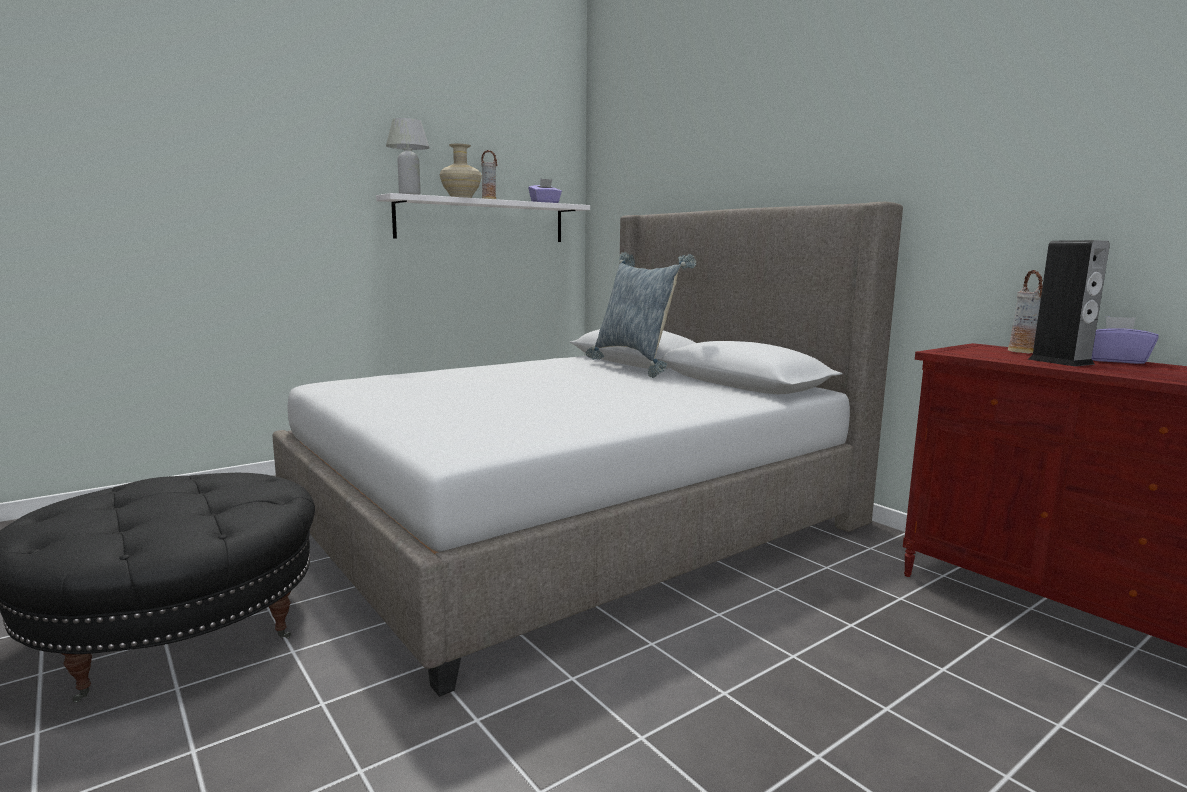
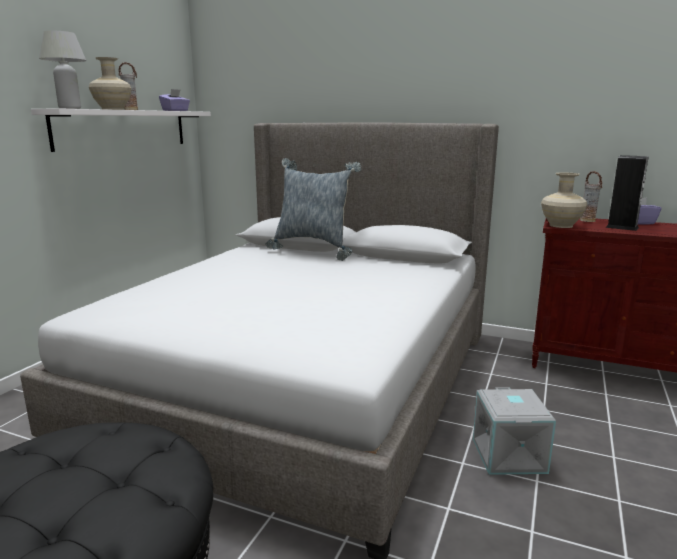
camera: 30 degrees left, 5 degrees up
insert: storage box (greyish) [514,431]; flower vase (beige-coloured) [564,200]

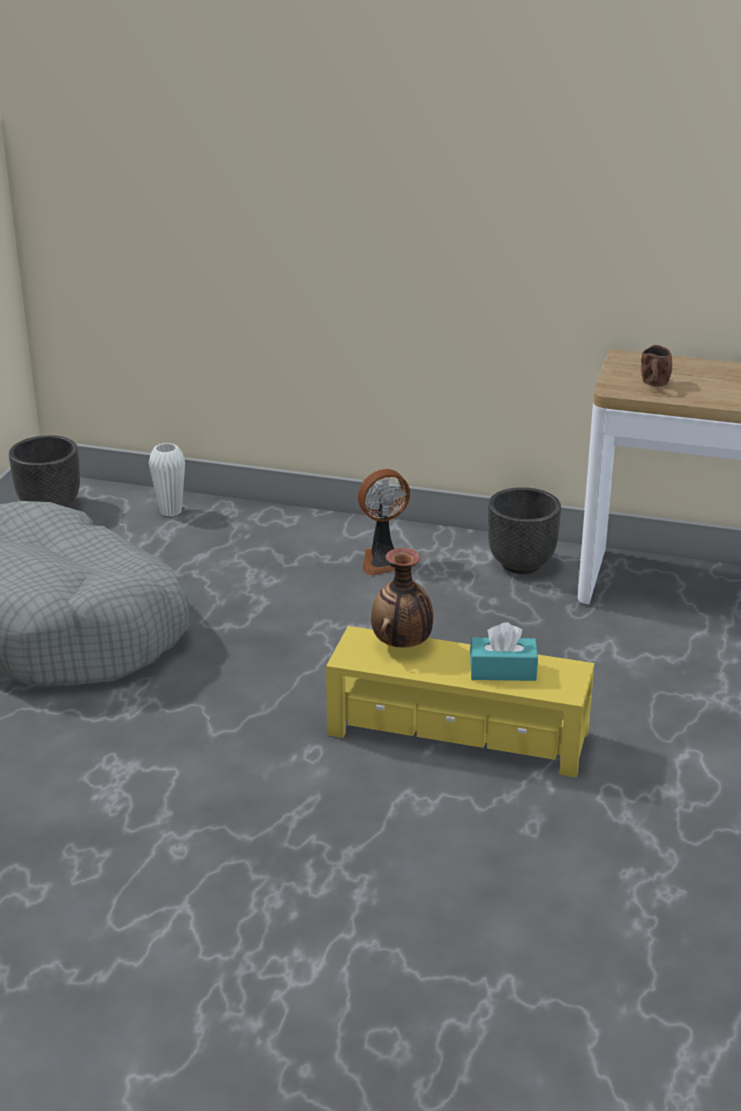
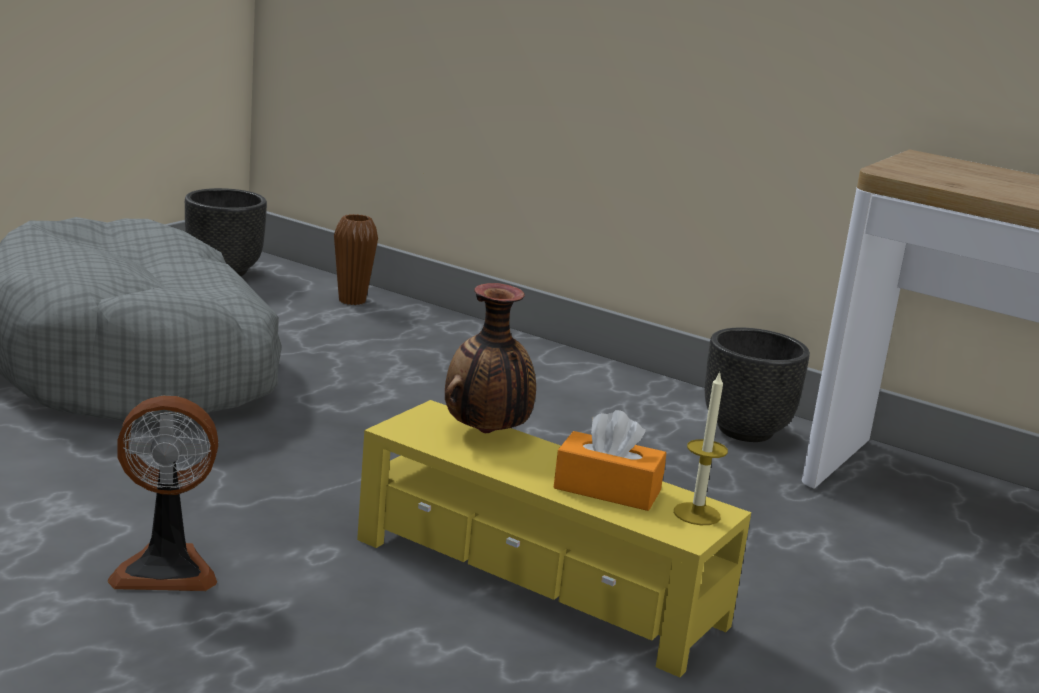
camera: 15 degrees right, 10 degrees down
delete: coffee mug (brown-coloured) [656,365]
insert: wax light [701,448]
move: electric fan [387,522] to [163,493]
recolor: flower vase (white) [167,480] to flower vase (brown-coloured) [356,259]; box of tissues (turquoise) [504,651] to box of tissues (orangey) [610,460]

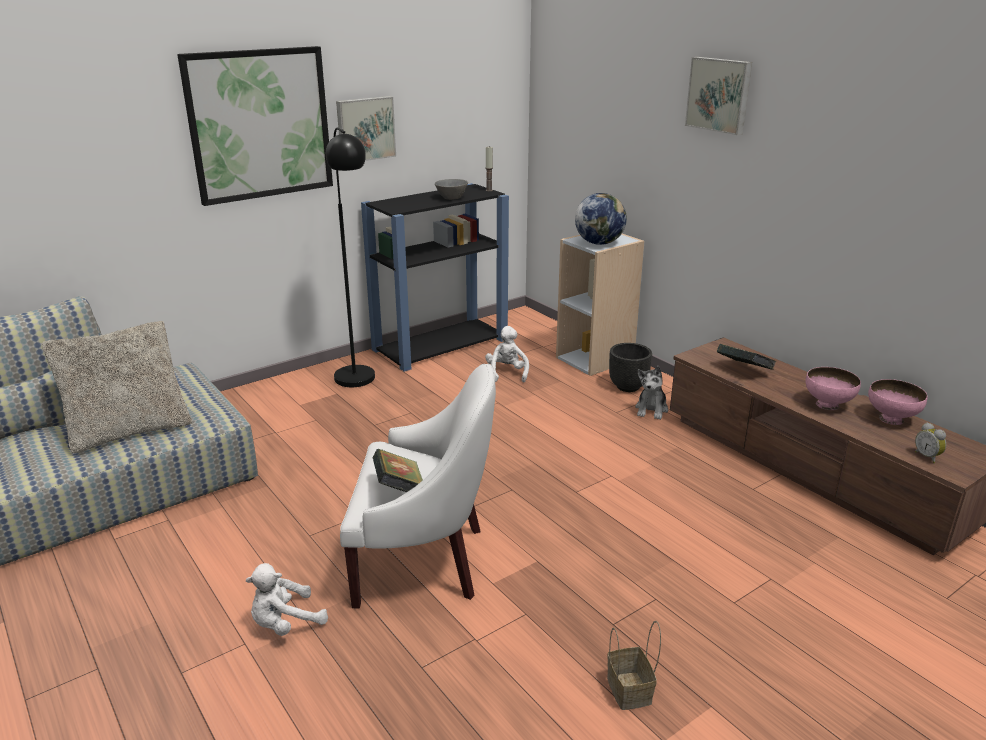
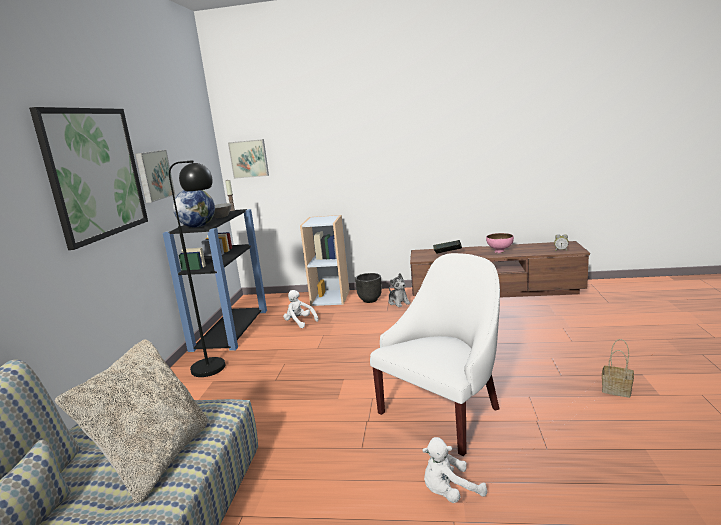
camera: 45 degrees left, 10 degrees down
delete: bound book [398,470]; bowl (pinkish) [897,402]
move: globe [601,219] to [194,208]; wall art [718,96] to [248,159]
rotate: cuddly toy (white) [287,599] = [454,470] 60 degrees clockwise

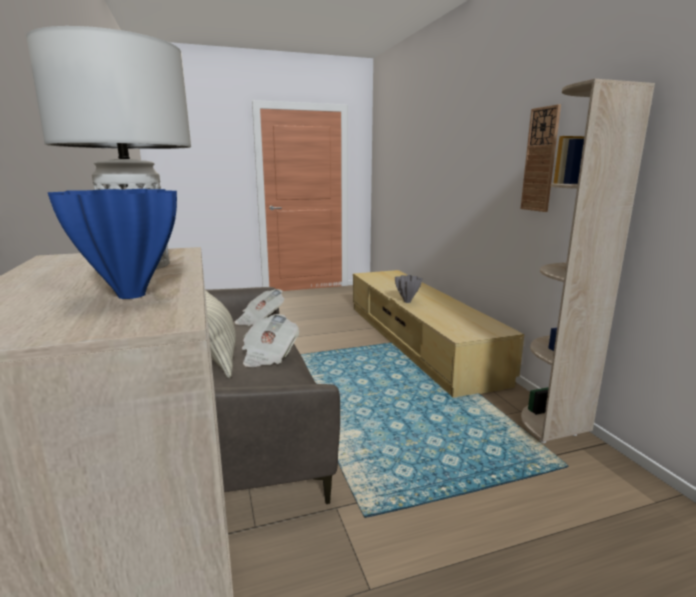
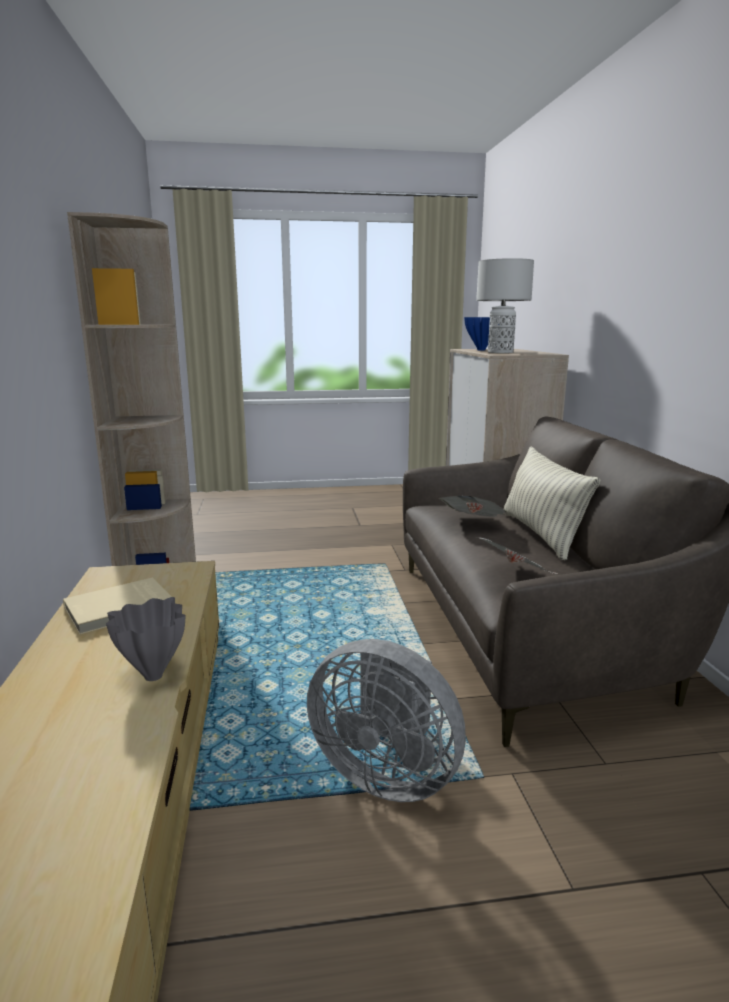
camera: 170 degrees left, 0 degrees up
delete: hanging clock [541,158]
insert: bound book (beige-coloured) [117,606]; electric fan (greyish) [386,720]

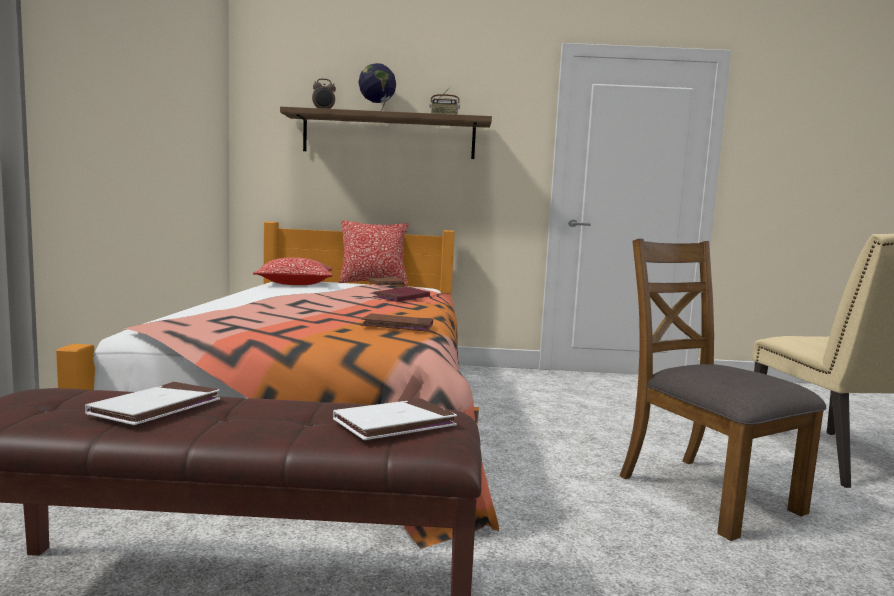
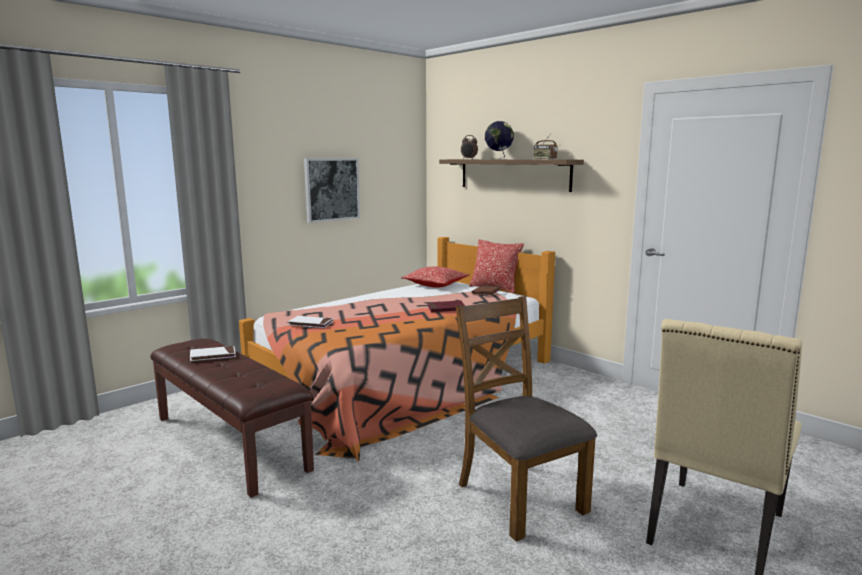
camera: 45 degrees right, 5 degrees up
delete: bound book (brown-coloured) [397,322]
insert: wall art [332,190]
move: bound book (white) [395,419] to [310,322]
rotate: upright chair (brown-coloured) [723,390] = [526,419] 45 degrees counterclockwise

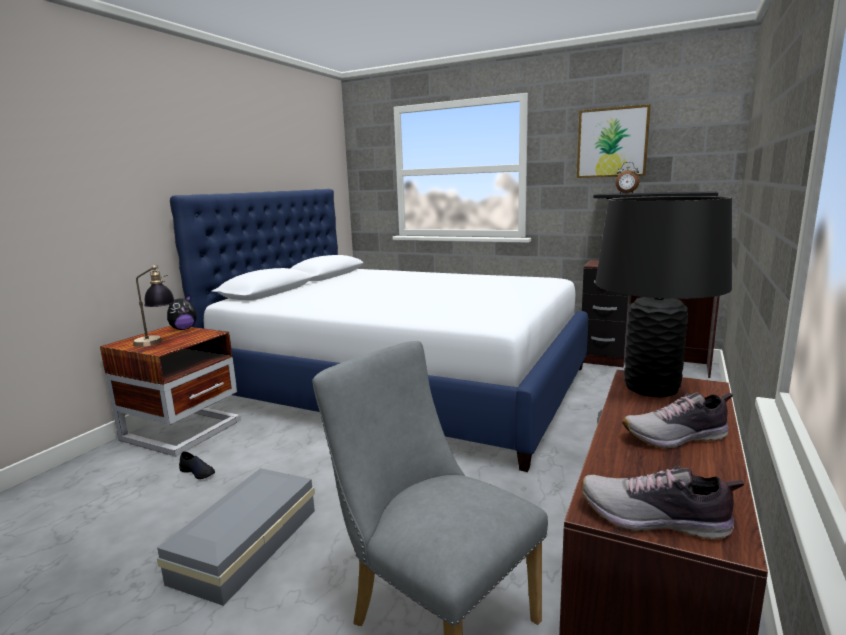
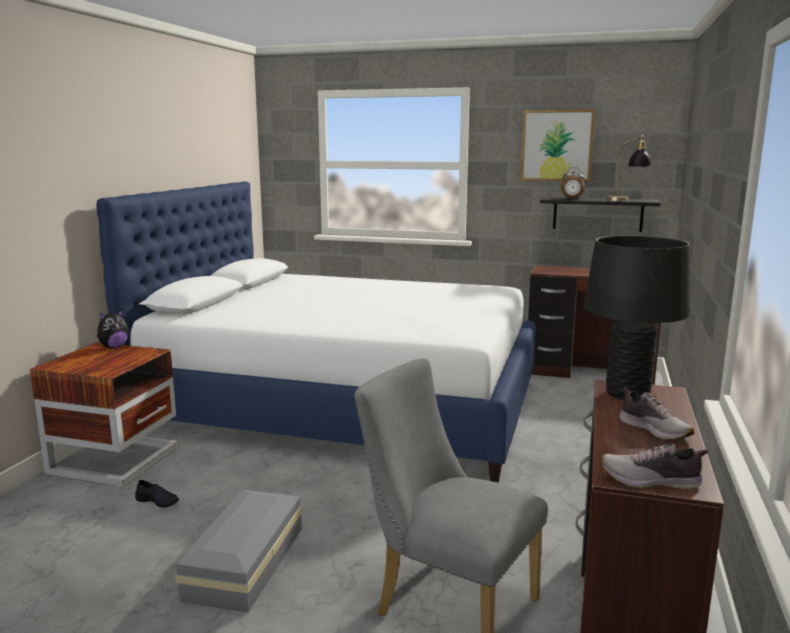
camera: 10 degrees left, 0 degrees up
move: lamp for a table [154,306] to [629,168]
rotate: low shoe [677,420] = [657,413] 105 degrees counterclockwise

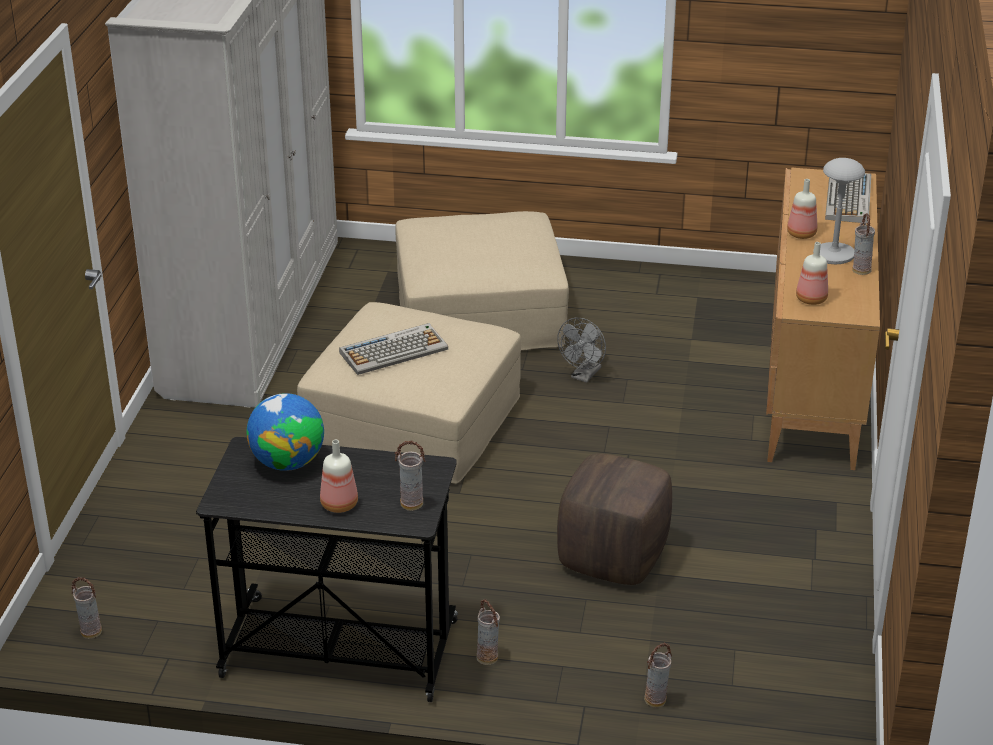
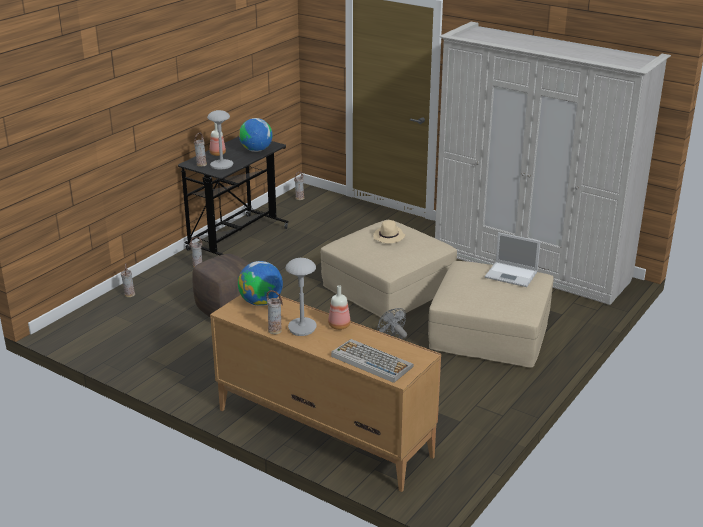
camera: 115 degrees right, 5 degrees down
insert: lamp for a table (greyish) [220,140]; notebook computer [513,259]
replace: PC keyboard [393,349] to hat (beige-coloured) [389,231]; bottle [812,273] to globe [260,283]

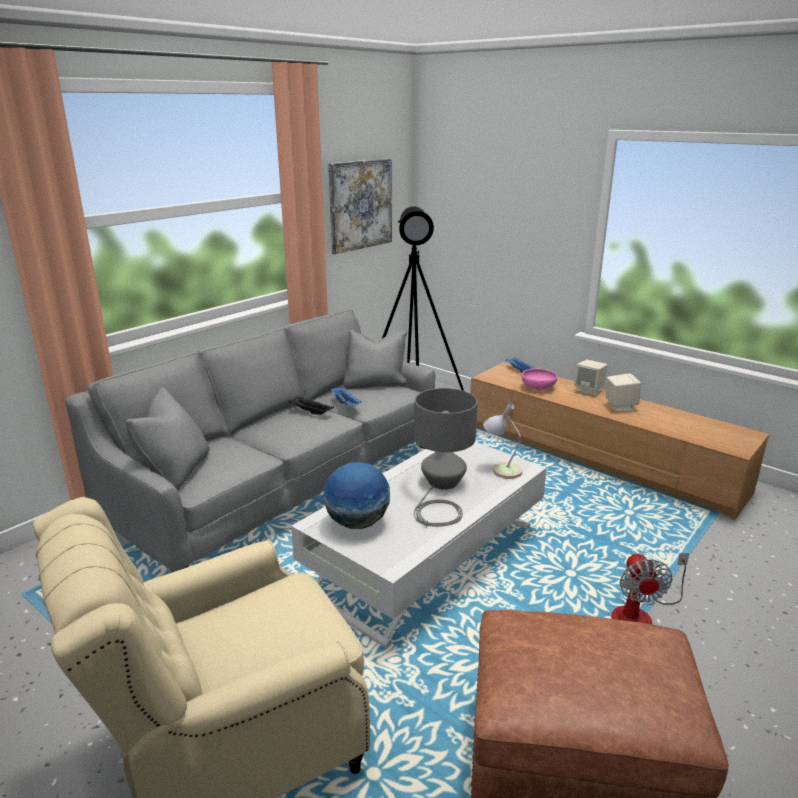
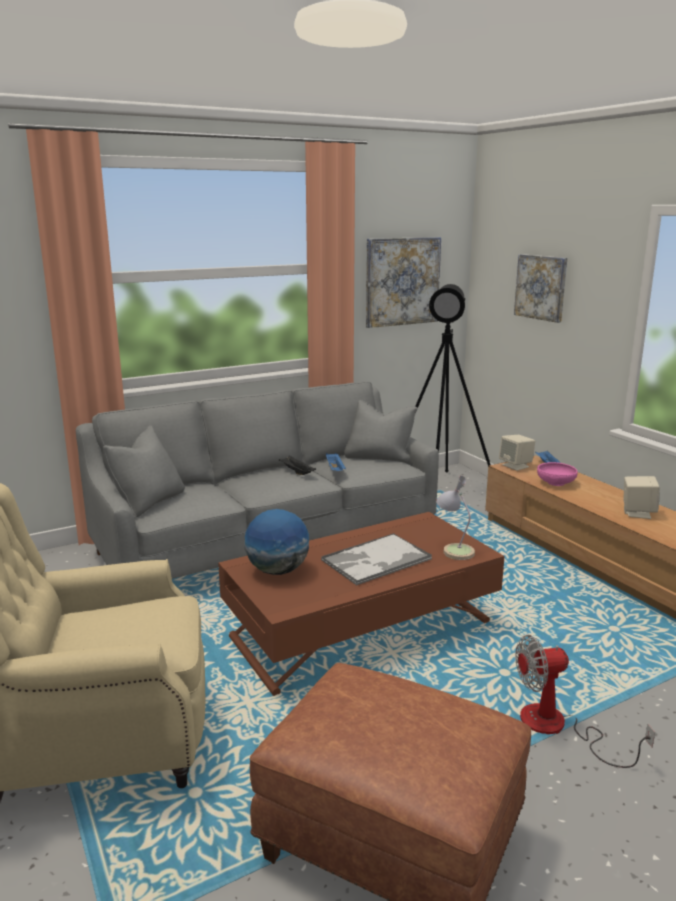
camera: 20 degrees right, 5 degrees down
insert: wall art [541,288]
move: audio speaker (beige-coloured) [591,378] to [517,453]
replace: lamp for a table (greyish) [446,457] to carrying tray [376,559]
recolor: lounge table (white) [419,545] to lounge table (brown-coloured) [361,604]
rotate: electric fan [650,588] = [585,701] 60 degrees clockwise

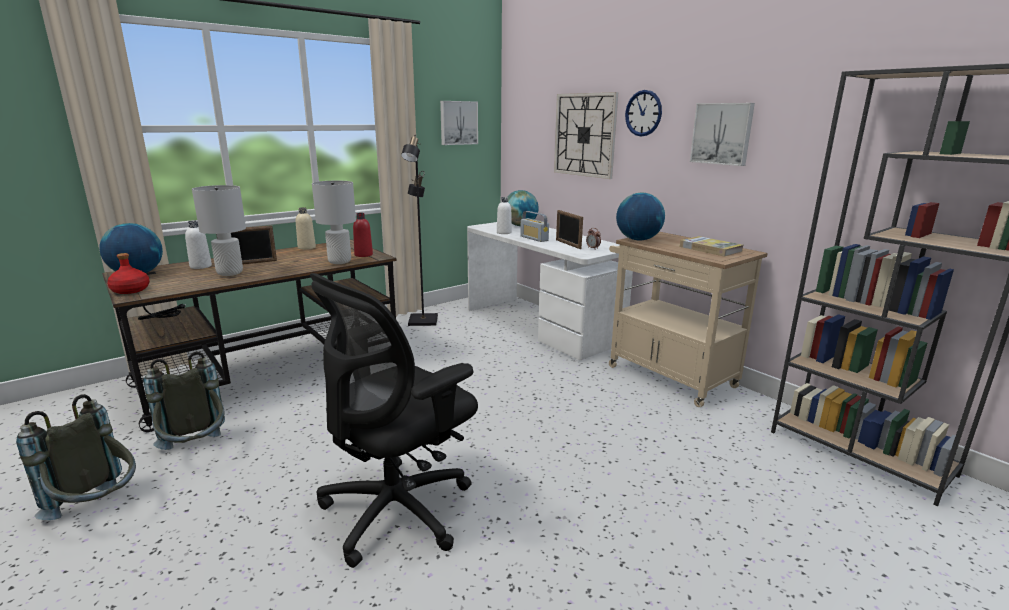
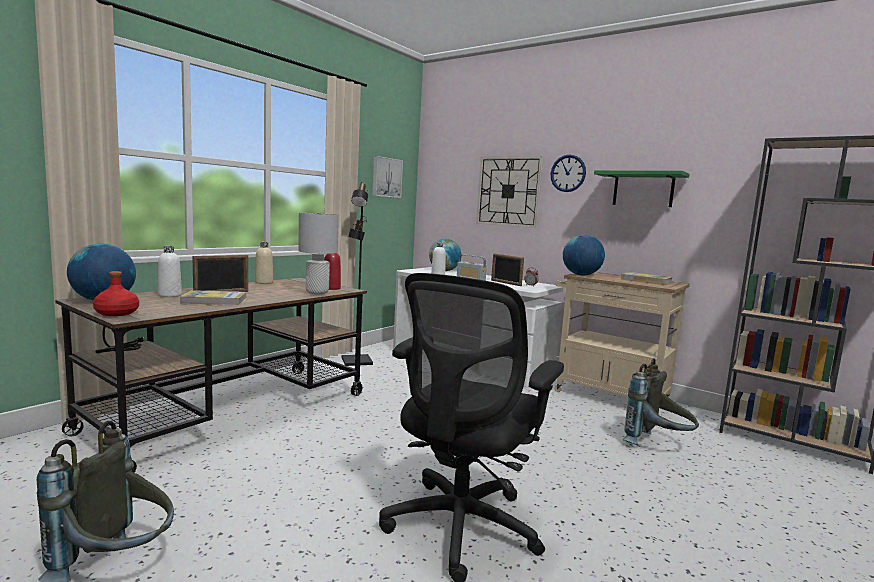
camera: 15 degrees left, 10 degrees down
move: backpack (greyish) [184,401] to [660,401]
replace: lamp for a table (greyish) [219,230] to bound book [213,298]; wall art [722,134] to bracket shelf (greenish) [642,188]

